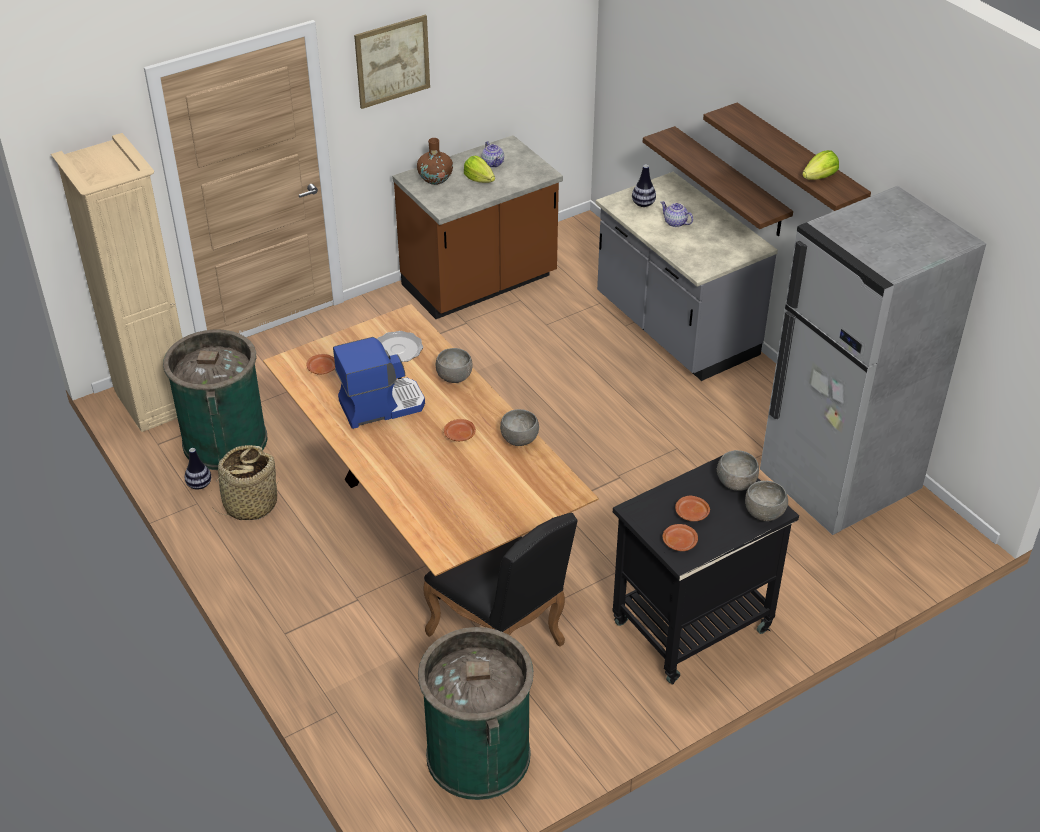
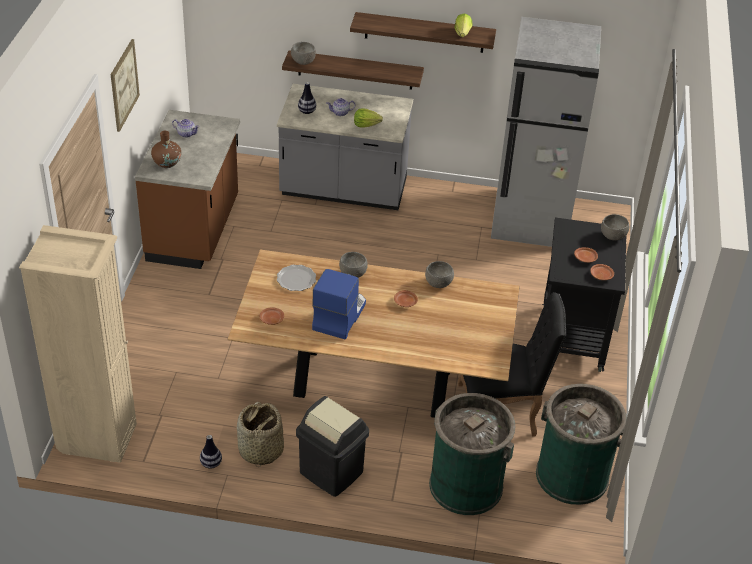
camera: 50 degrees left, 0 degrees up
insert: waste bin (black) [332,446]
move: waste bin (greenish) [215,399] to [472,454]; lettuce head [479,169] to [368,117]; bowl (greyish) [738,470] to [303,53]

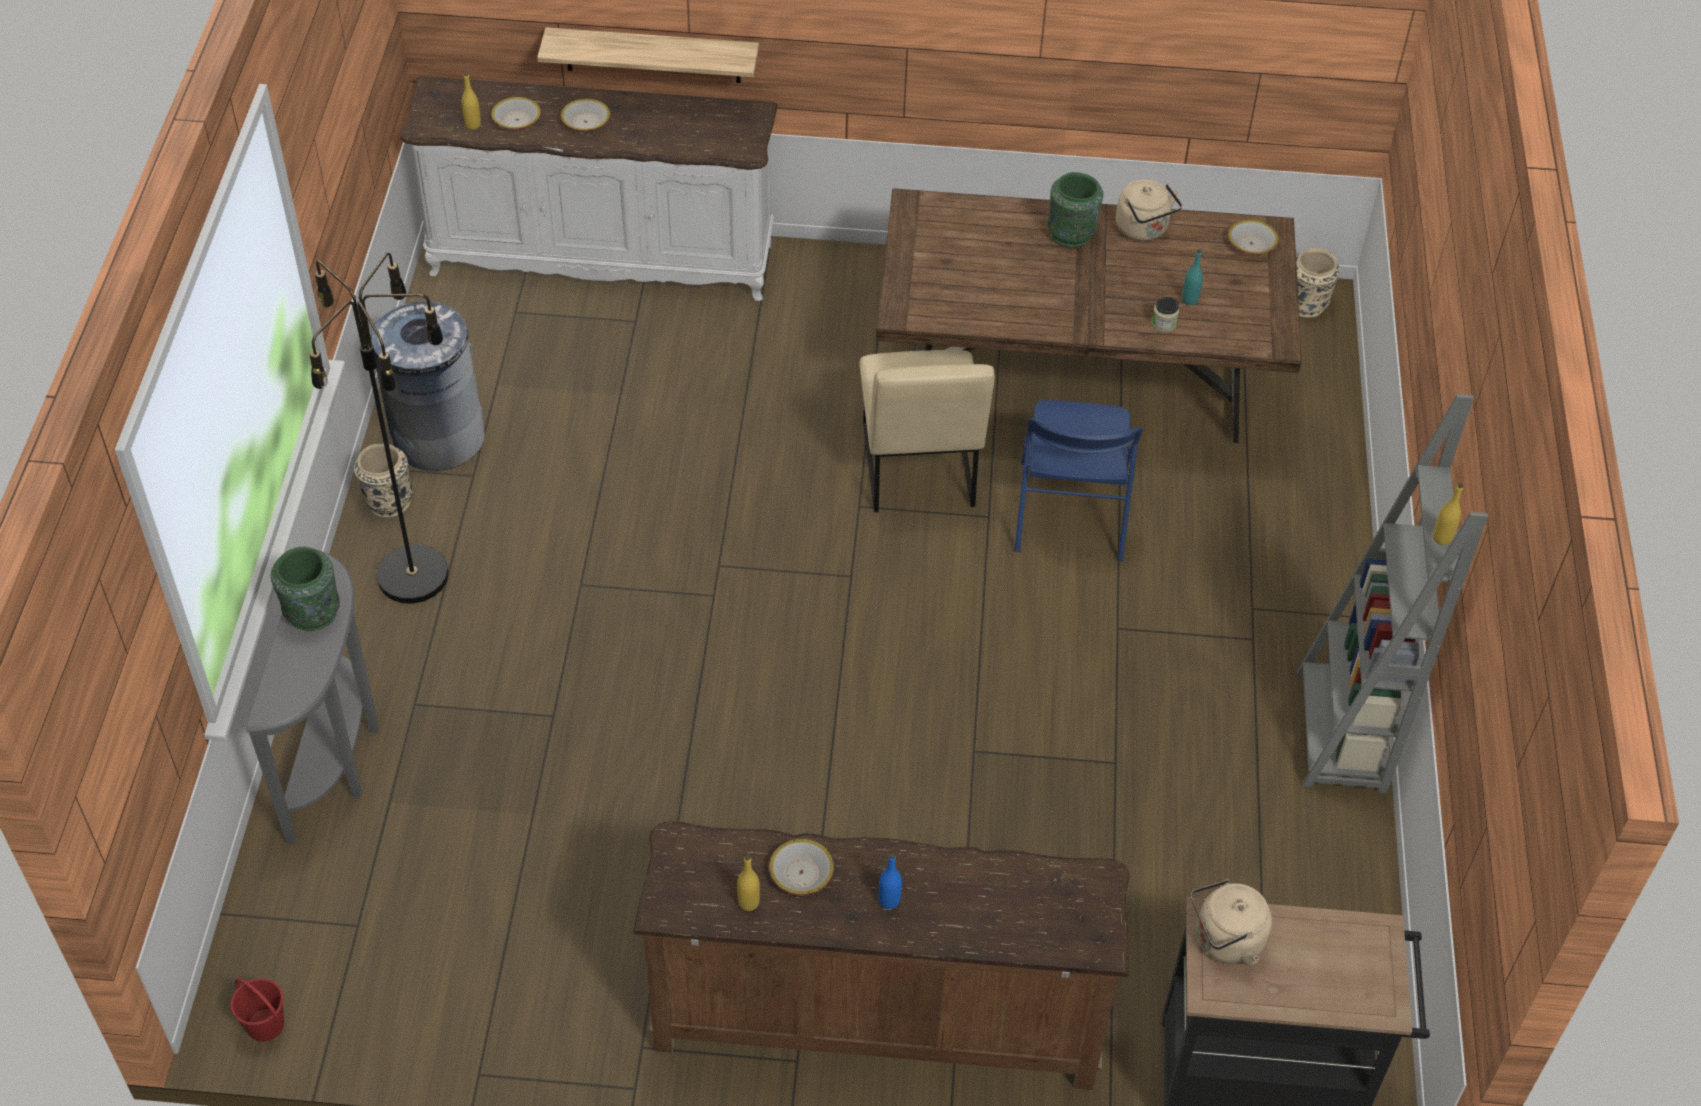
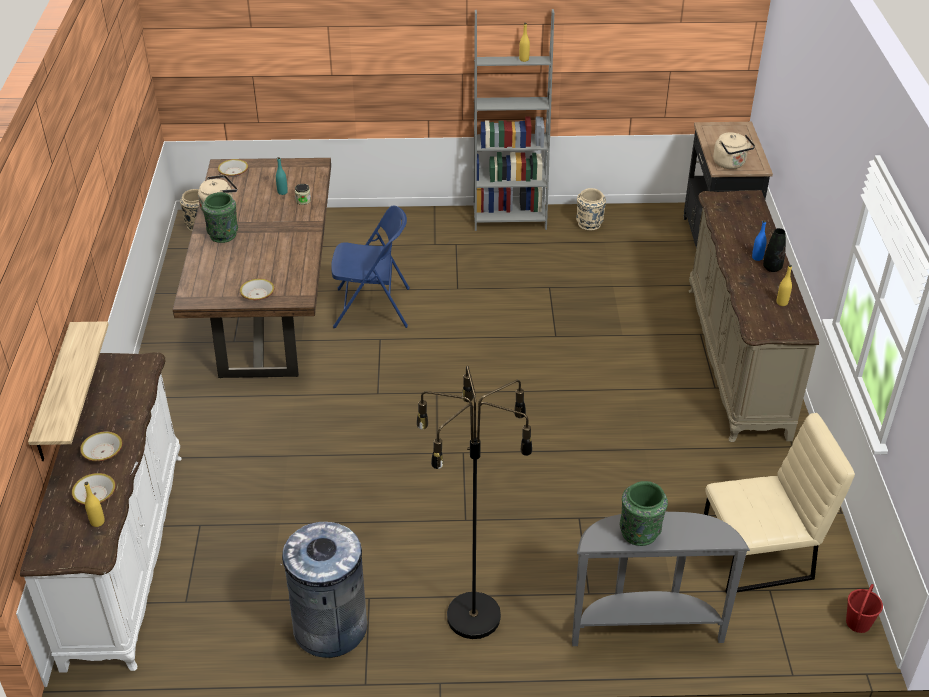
camera: 95 degrees left, 10 degrees down
insert: flower vase (black) [774,250]
move: flower vase (beige-coloured) [383,480] to [591,209]; bowl [801,867] to [257,289]; upright chair (beige-coloured) [927,431] to [779,503]

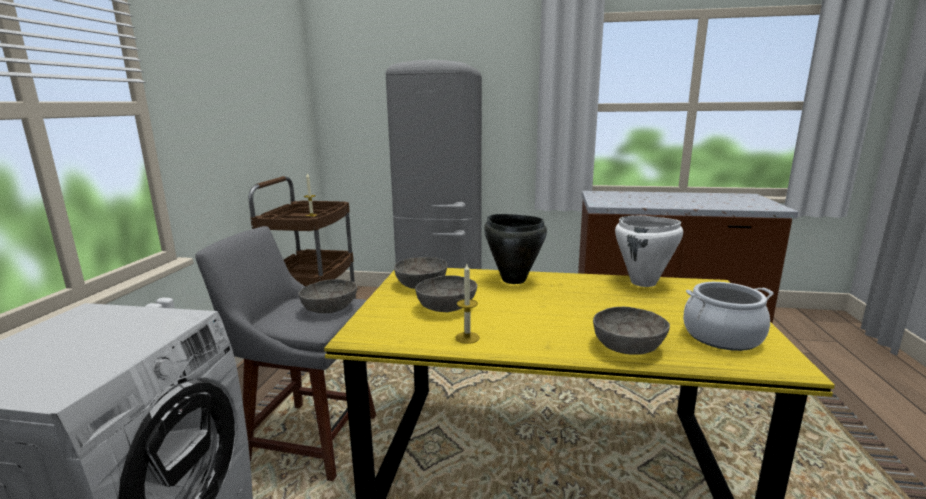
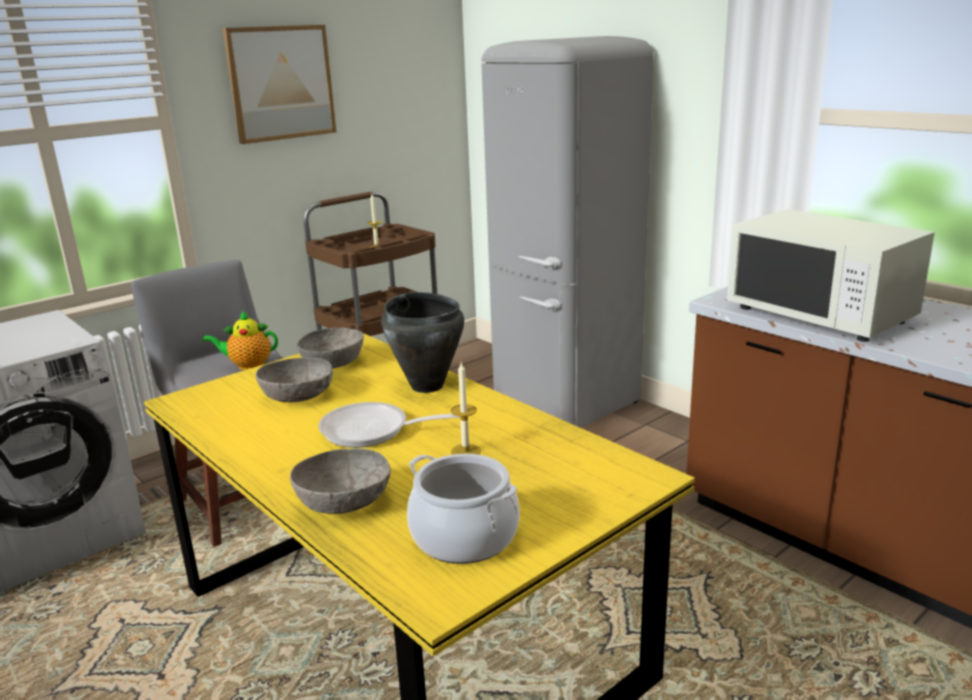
camera: 40 degrees right, 5 degrees up
delete: saucepot (white) [649,251]
insert: wall art [279,84]; frying pan [389,425]; kitchen microwave (white) [831,275]
move: wax light [467,304] to [466,409]
replace: bowl (greyish) [327,296] to teapot [240,340]

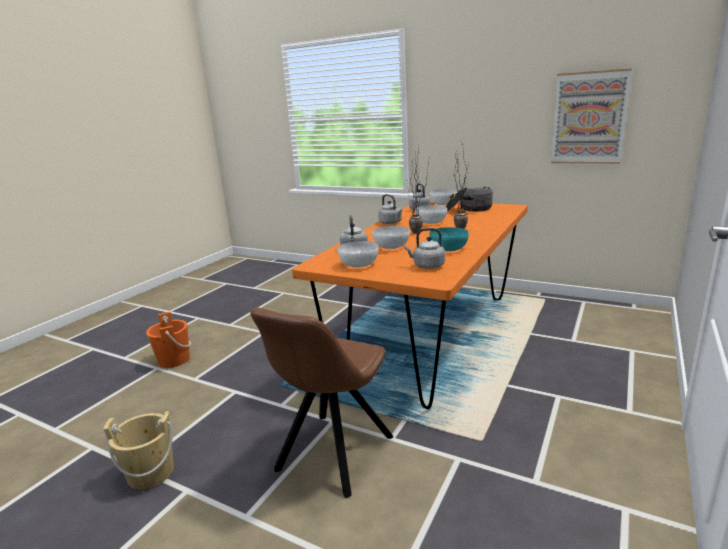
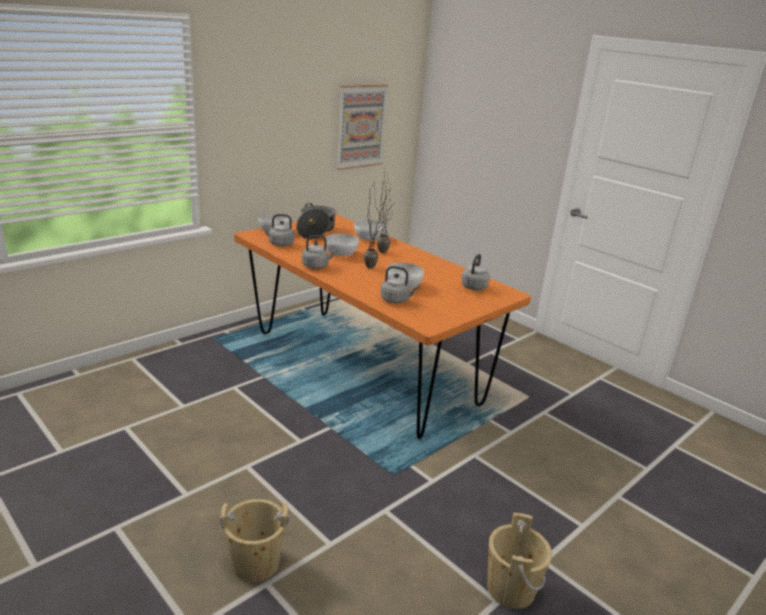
camera: 75 degrees left, 5 degrees up
delete: upright chair (brown-coloured) [321,402]; bowl (turquoise) [449,239]
move: bowl (white) [358,254] to [370,230]
recolor: bucket (orangey) [168,340] to bucket (beige-coloured) [255,540]

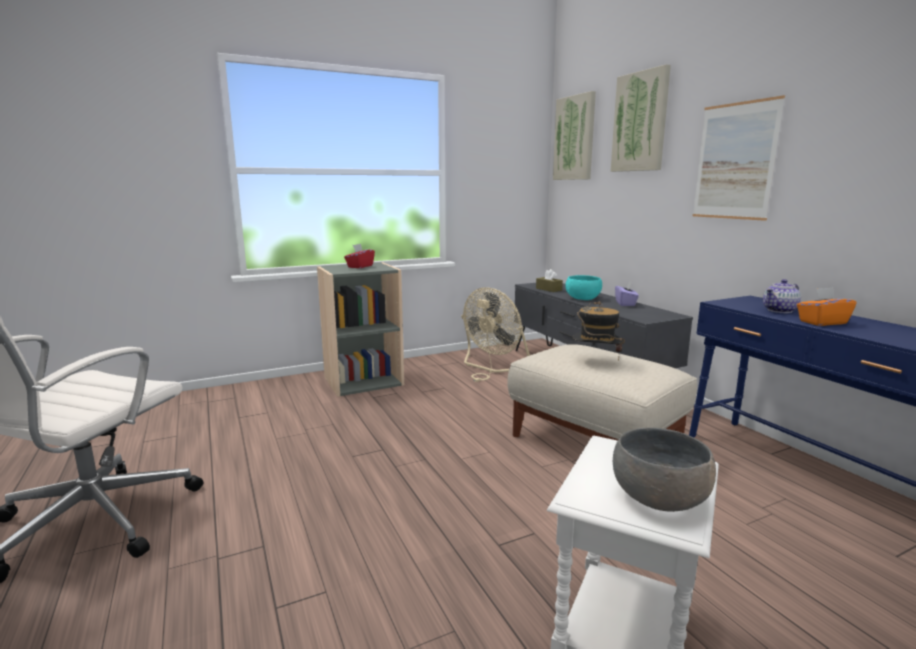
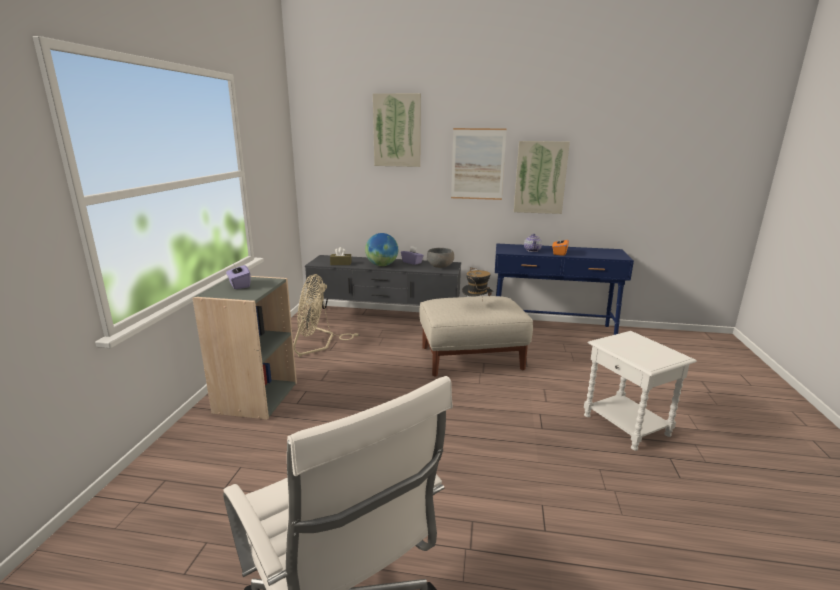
camera: 55 degrees left, 5 degrees up
move: wall art [574,135] to [542,177]; bowl (greyish) [664,470] to [440,258]
replace: bowl (turquoise) [583,287] to globe [381,249]
recolor: box of tissues (reddish) [359,256] to box of tissues (purple) [238,276]
rotate: electric fan (beige-coloured) [495,334] = [326,315] 75 degrees counterclockwise

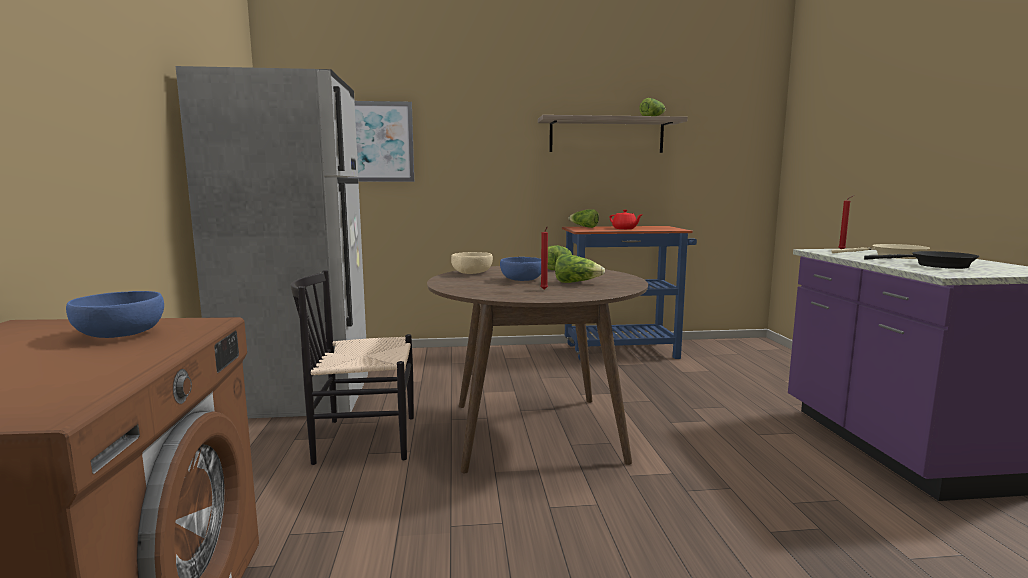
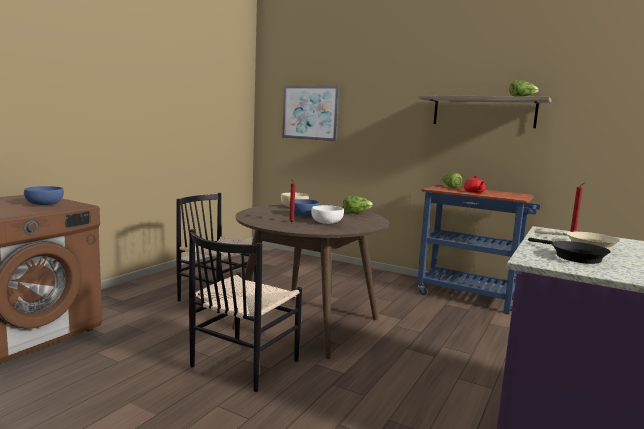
camera: 35 degrees right, 0 degrees up
delete: fridge (greyish) [272,242]
insert: upright chair (black) [245,310]
replace: lettuce head [580,268] to bowl (white) [327,214]

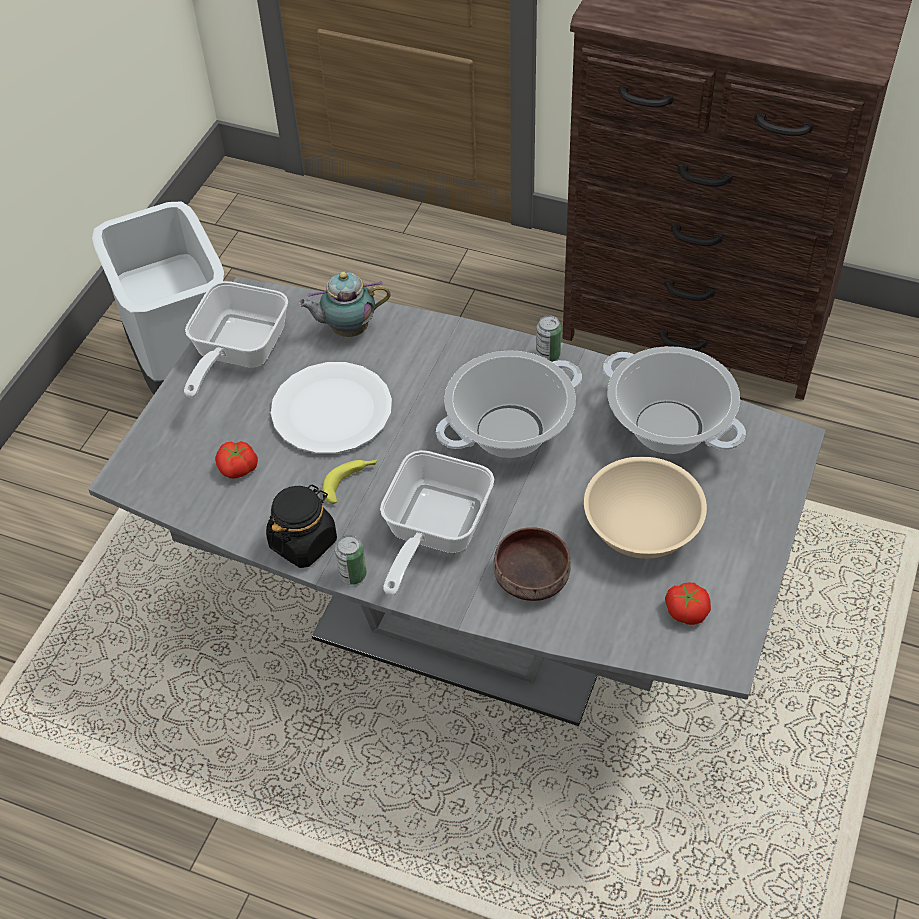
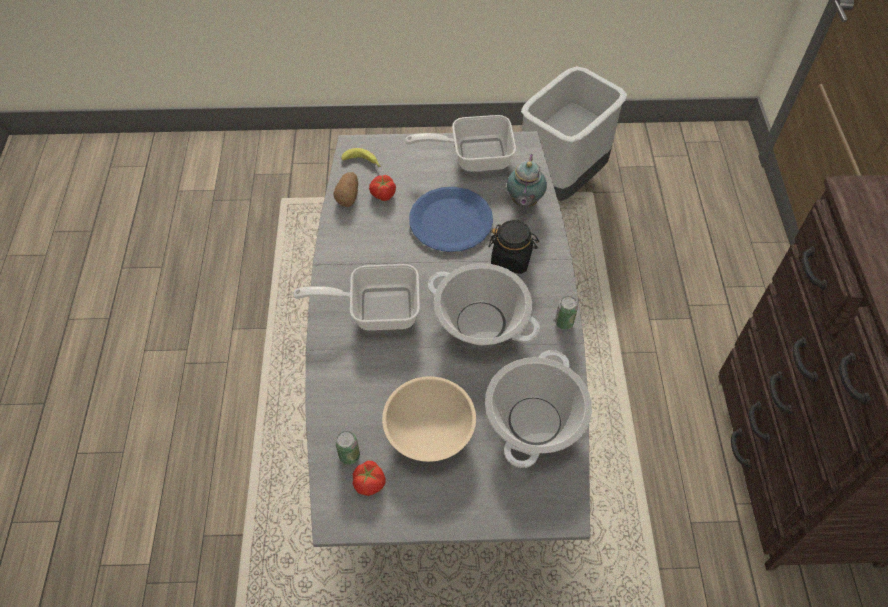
camera: 65 degrees right, 5 degrees up
delete: bowl (brown-coloured) [532,564]
insert: potato [345,189]
move: storage jar (black) [301,526] to [513,247]; whole banana [350,482] to [361,157]; can [351,560] to [347,448]
recolor: dinner plate (white) [331,408] to dinner plate (blue-coloured) [451,219]
rotate: teapot [344,304] = [527,180] 135 degrees counterclockwise

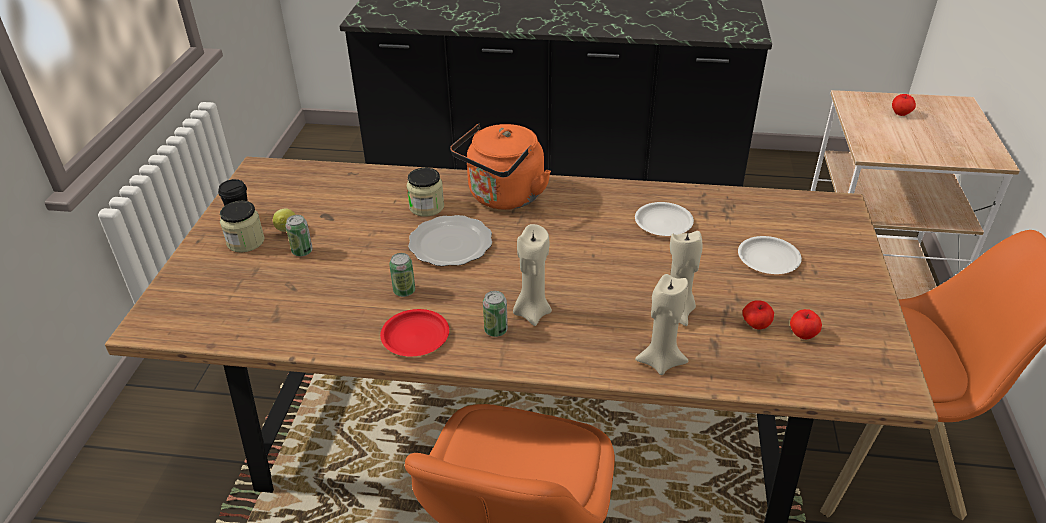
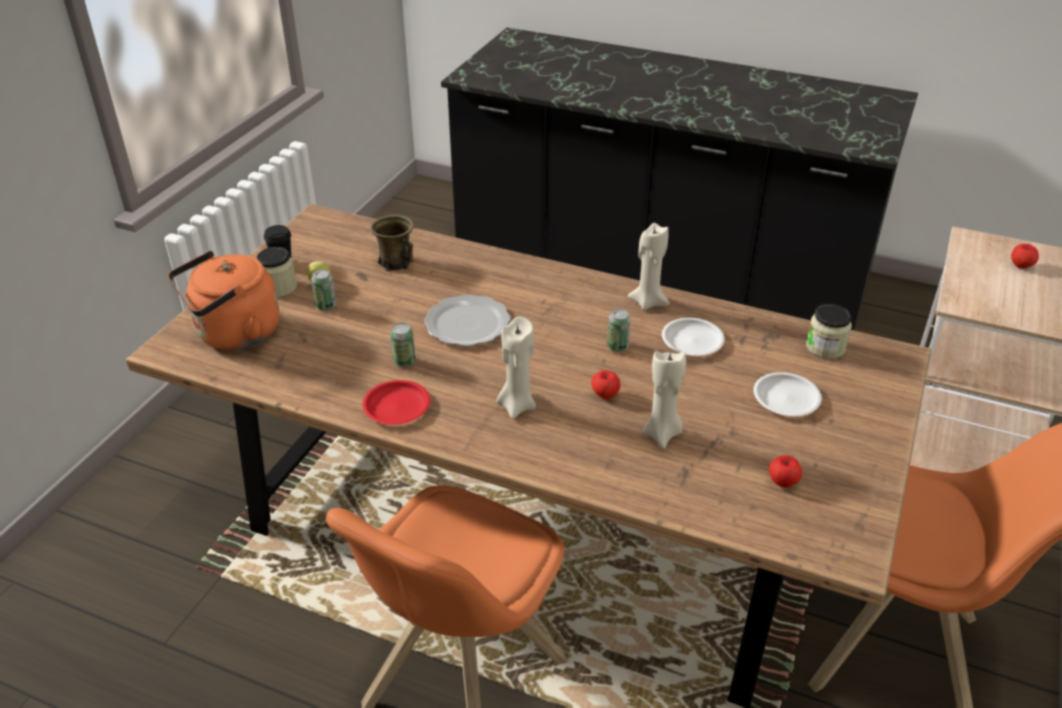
camera: 15 degrees right, 0 degrees up
insert: coffee mug (brown-coloured) [392,243]
move: storage jar [425,192] to [829,331]; kettle (orangey) [500,167] to [224,300]; can [495,314] to [619,330]; wax light (beige-coloured) [661,324] to [648,266]; apple [758,315] to [605,384]

